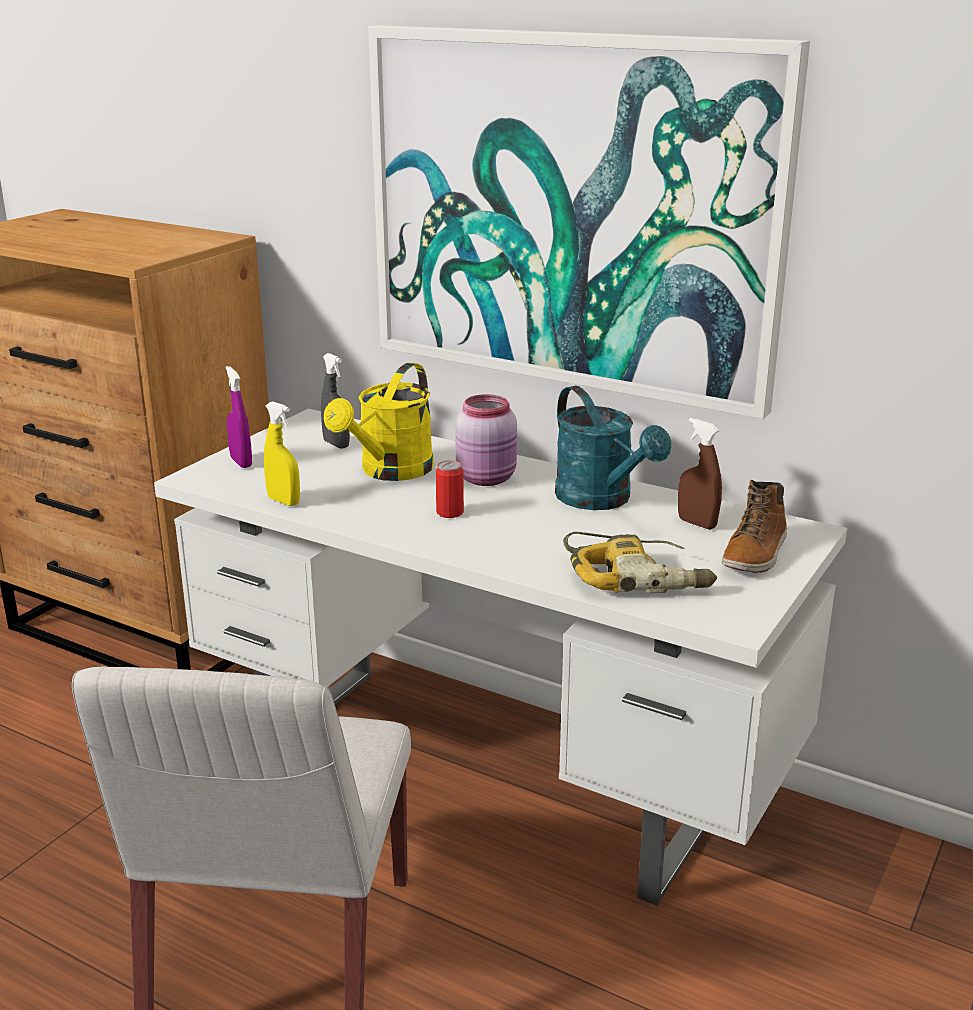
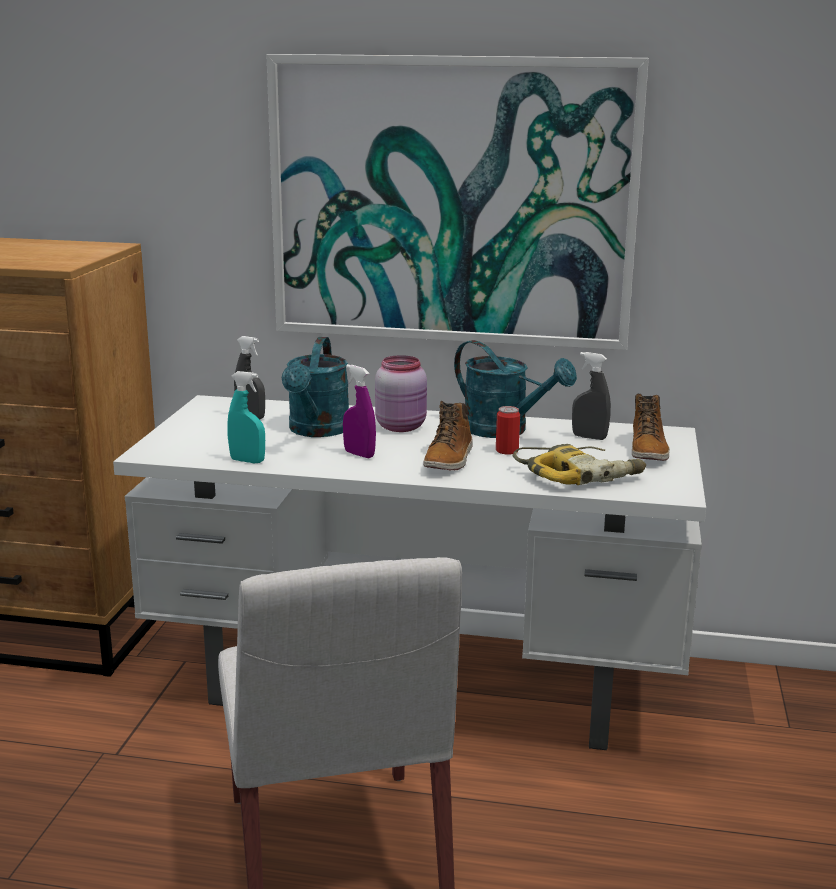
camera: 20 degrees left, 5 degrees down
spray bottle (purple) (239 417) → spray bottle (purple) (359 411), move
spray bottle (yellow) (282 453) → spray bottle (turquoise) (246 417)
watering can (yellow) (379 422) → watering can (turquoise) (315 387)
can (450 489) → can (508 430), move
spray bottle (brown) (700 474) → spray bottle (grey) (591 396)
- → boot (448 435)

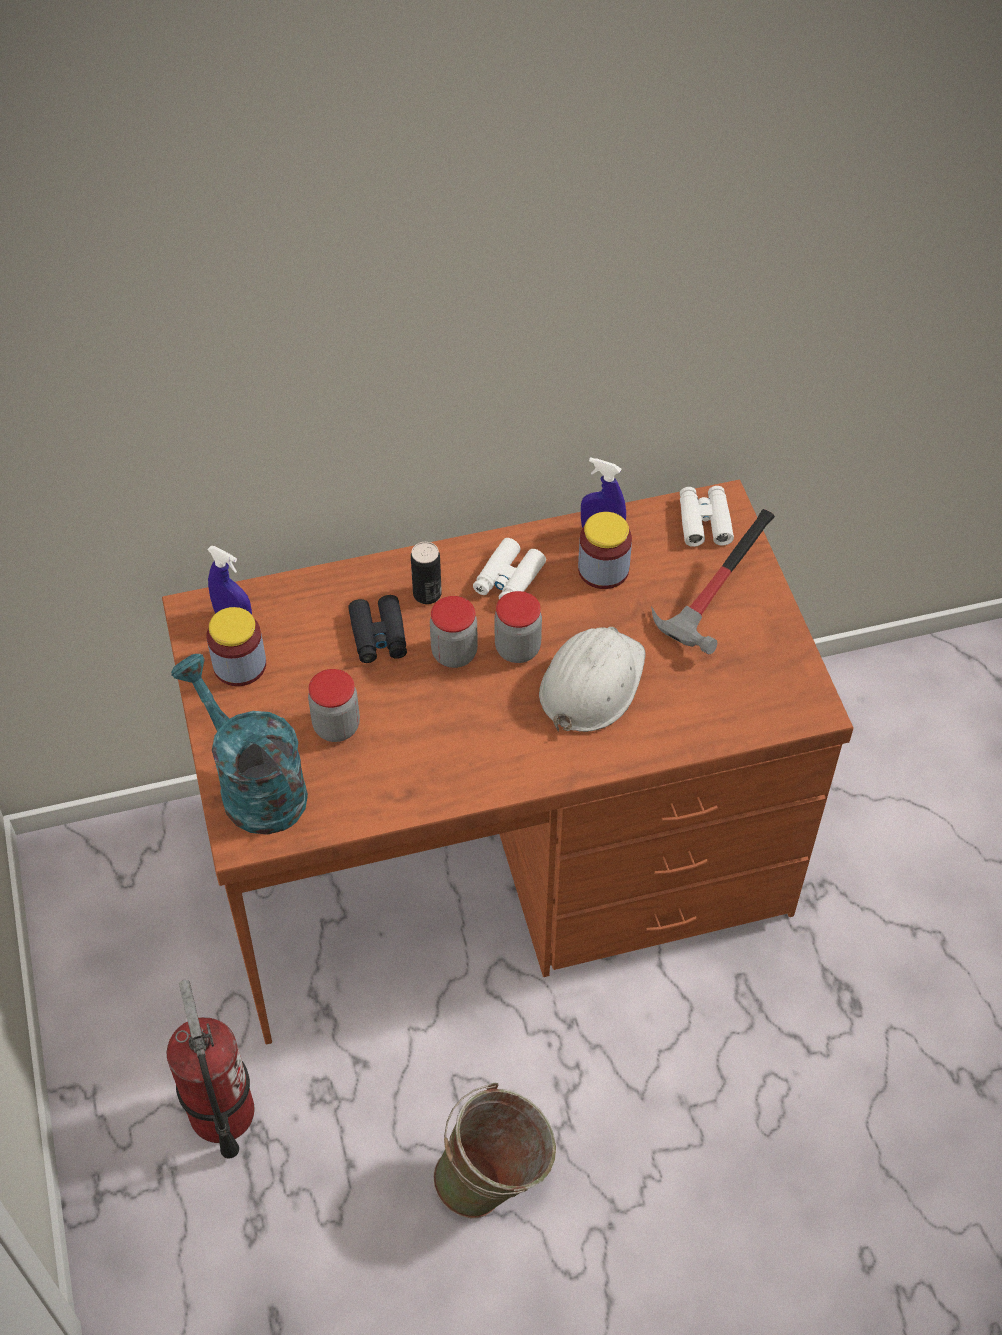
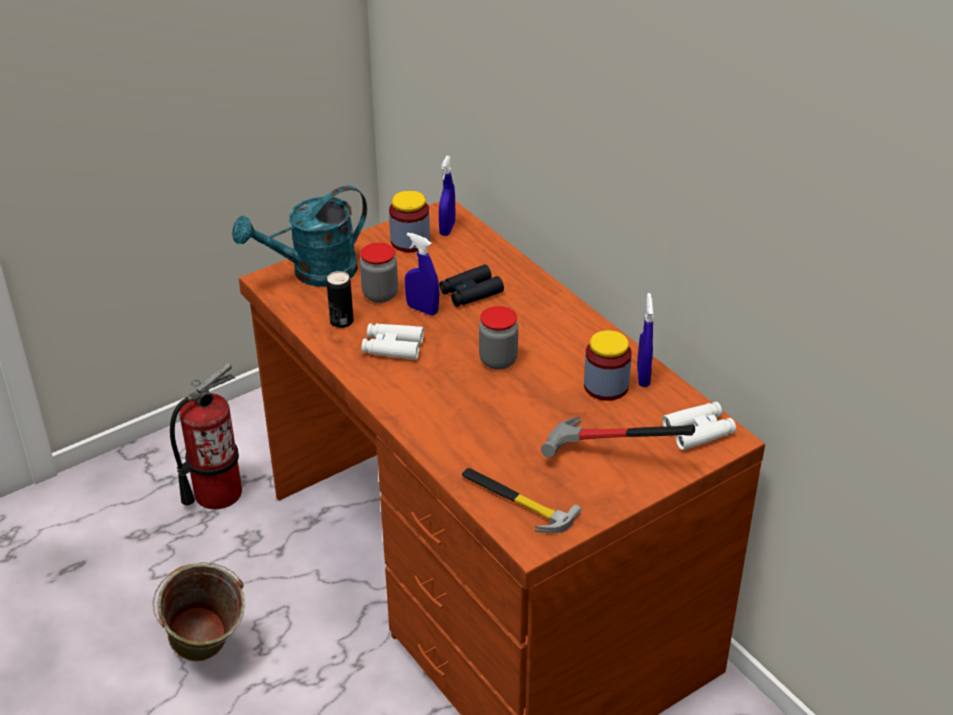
camera: 70 degrees right, 15 degrees down
watering can (turquoise) (239 744) → watering can (turquoise) (299 236), 150 degrees counterclockwise
can (426 573) → can (340 299), move
jar (454 632) → -
binoculars (white) (509 568) → binoculars (white) (392 341), move
hard hat (white) (592 679) → -
- → spray bottle (blue) (422 273)
- → hammer (521 500)

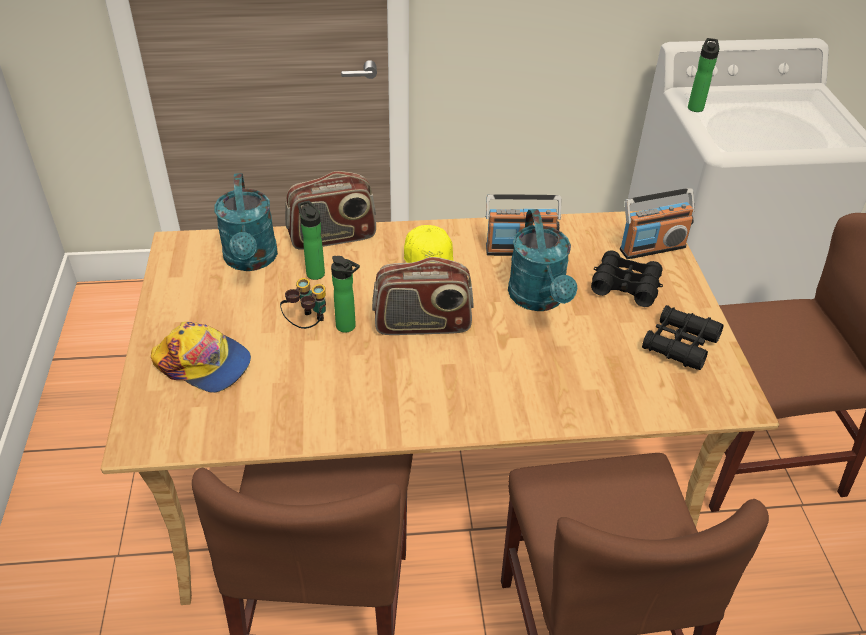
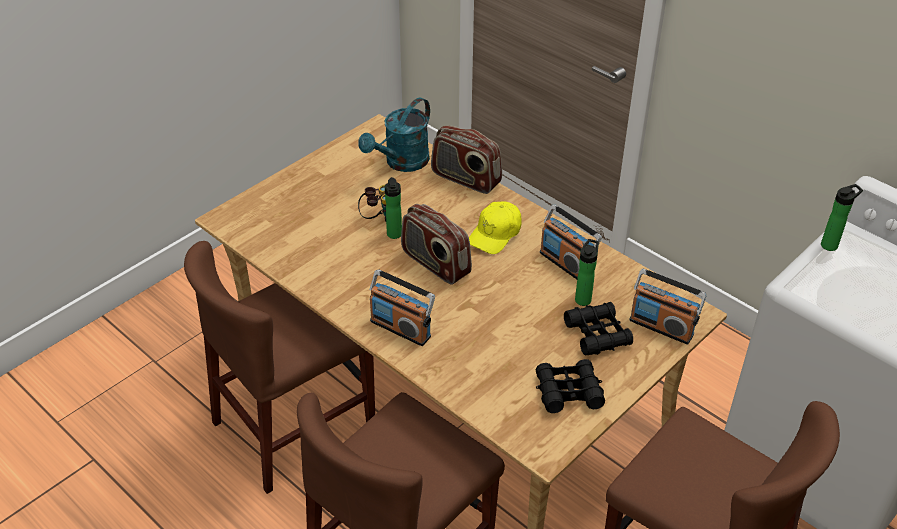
camera: 50 degrees right, 0 degrees up
cap (201 357) → -
bottle (311 240) → bottle (587 272), move
watering can (turquoise) (542 260) → -
- → radio (402 308)

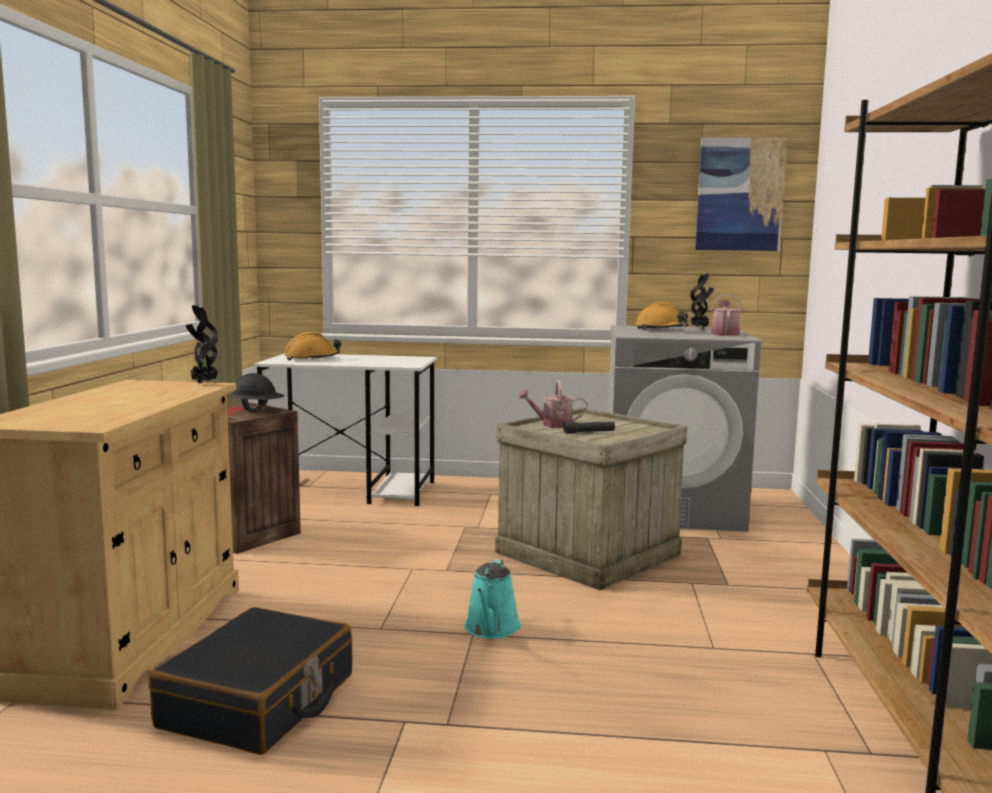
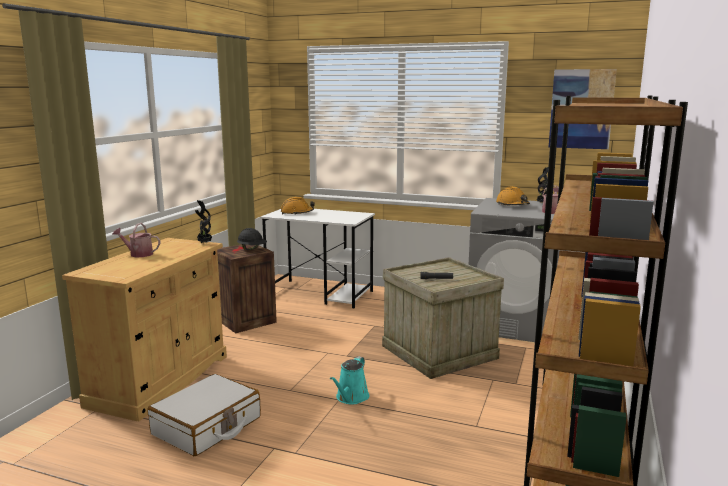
camera: 15 degrees right, 5 degrees up
suitcase (black) (251 681) → suitcase (white) (204 415)
watering can (553 404) → watering can (136 240), move

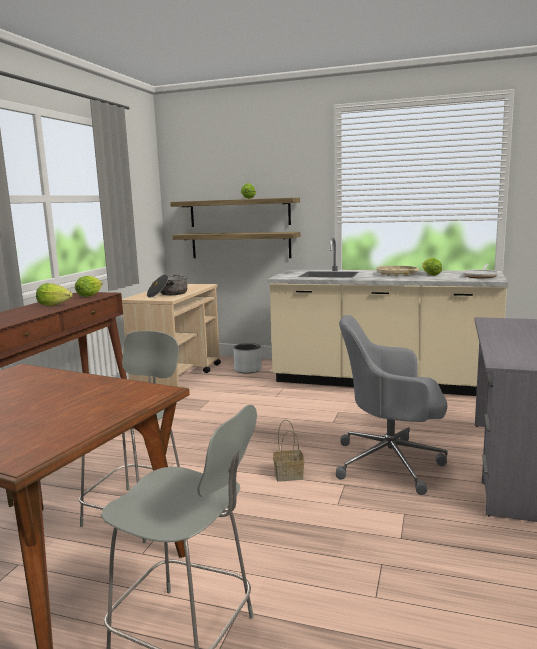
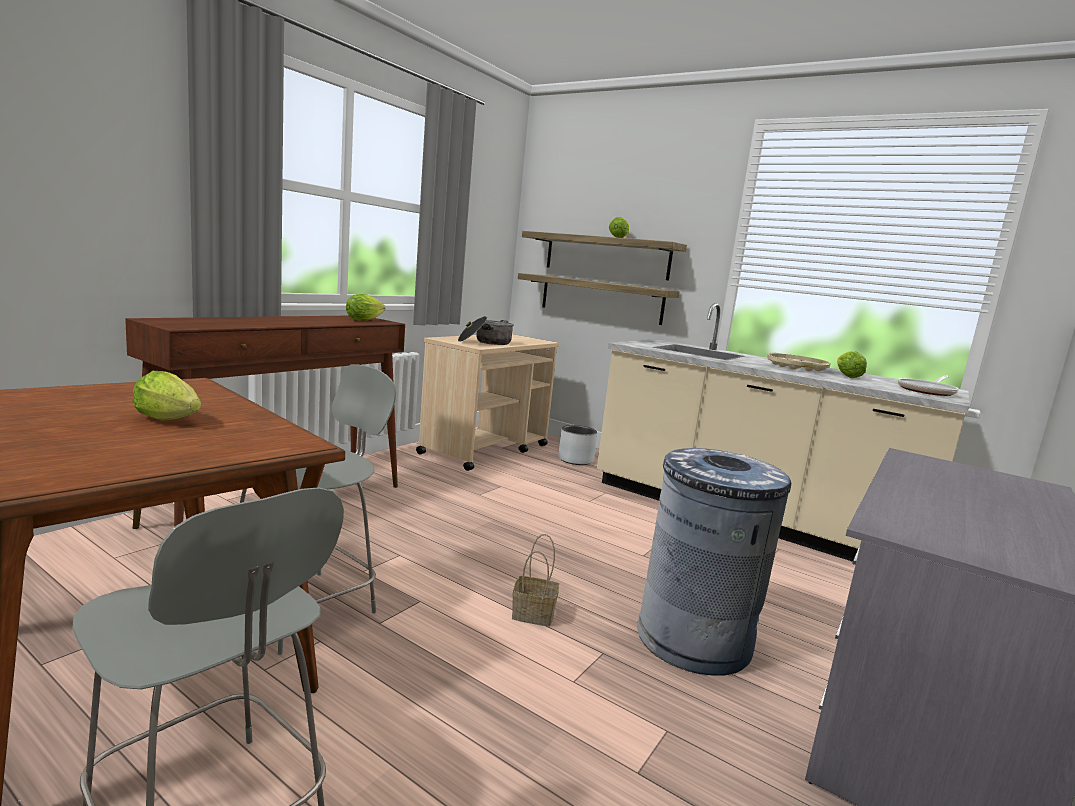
camera: 15 degrees right, 0 degrees up
lettuce (54 294) → lettuce (167 396), move
office chair (grey) (392 405) → trash can (grey) (714 562)

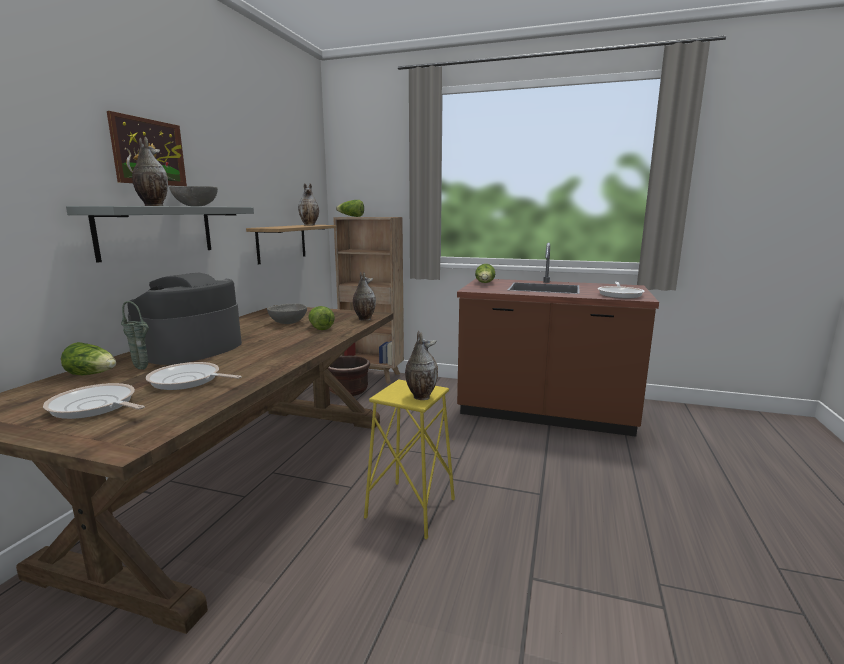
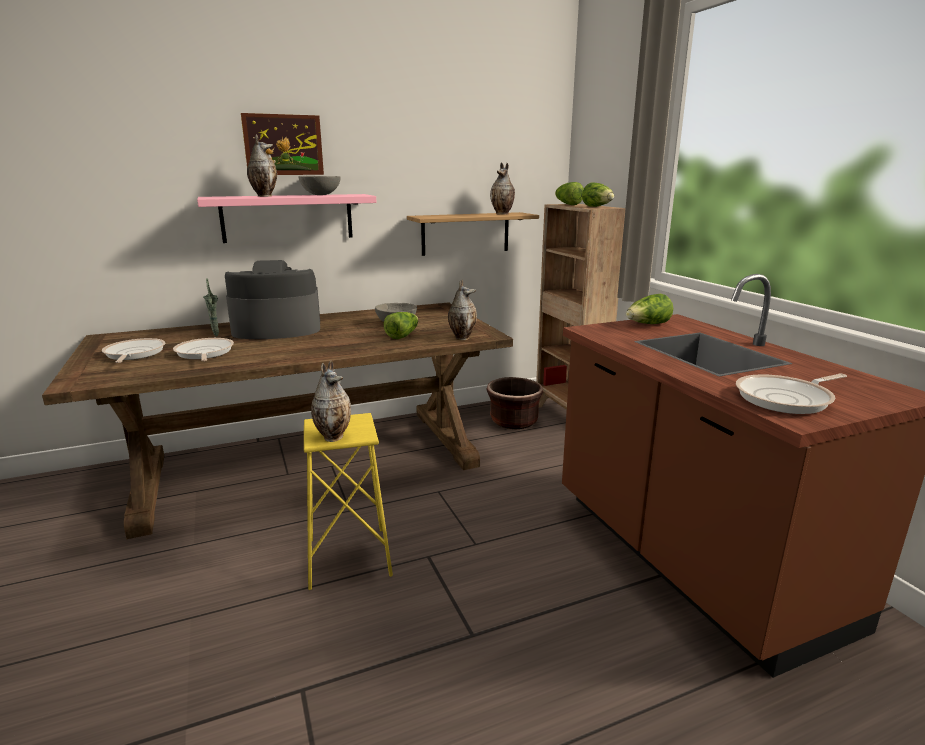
camera: 50 degrees right, 5 degrees up
lettuce (88 358) → lettuce (598 194), move
shelf (grey) (160 234) → shelf (pink) (287 218)

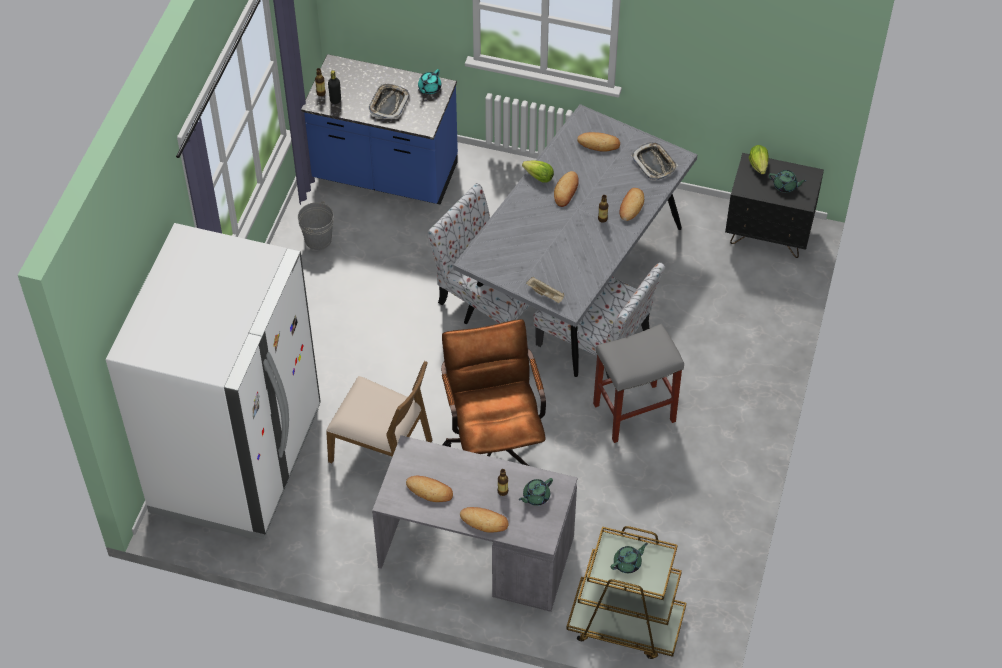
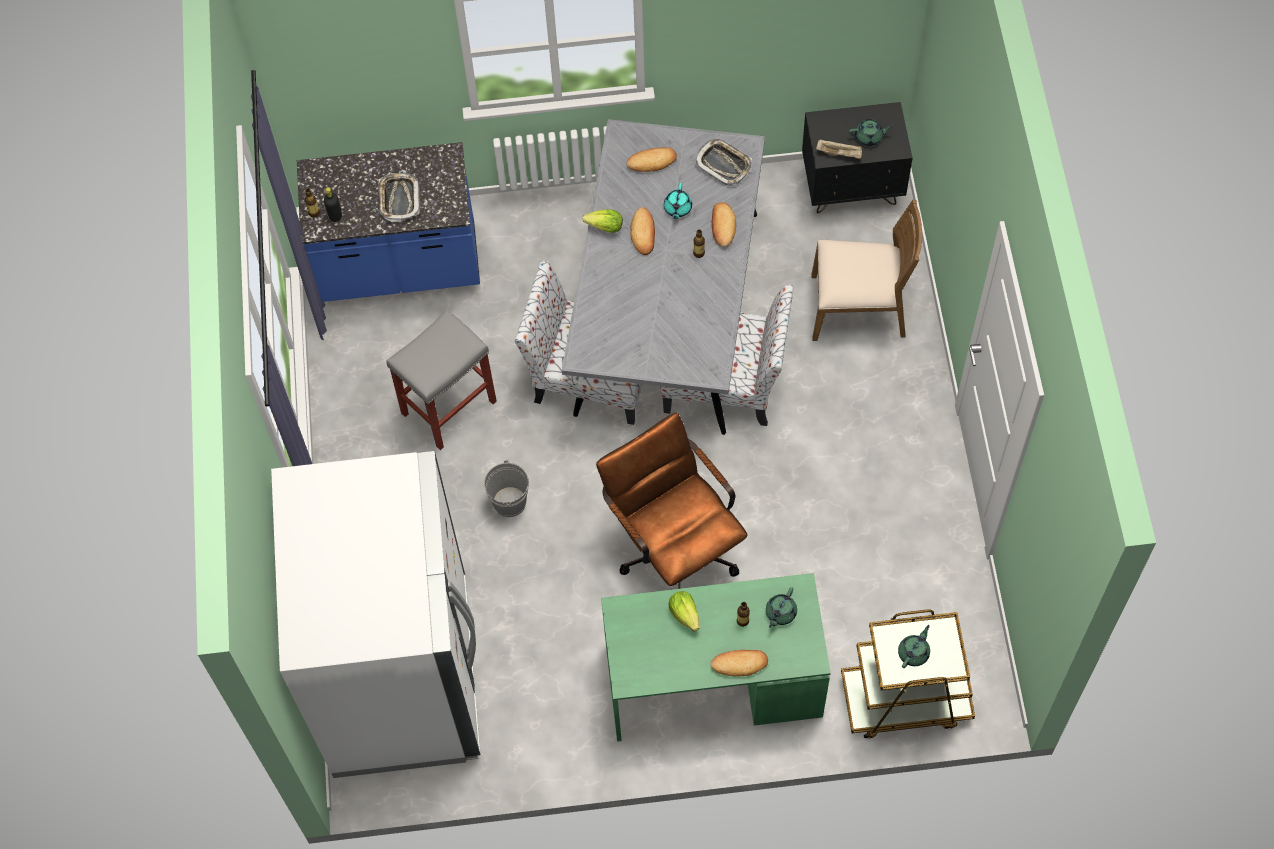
camera: 20 degrees left, 10 degrees up
bucket (grey) (316 225) → bucket (grey) (506 488), move
chair (brown) (379 412) → chair (brown) (867 270), move
desk (grey) (474 523) → desk (green) (715 657)
bread (429 489) → -
teapot (turquoise) (430 81) → teapot (turquoise) (678 201), move
tray (beige) (545 290) → tray (beige) (839 149), move
stool (grey) (638 383) → stool (grey) (441 380), move
lettuce (759 159) → lettuce (684 611), move

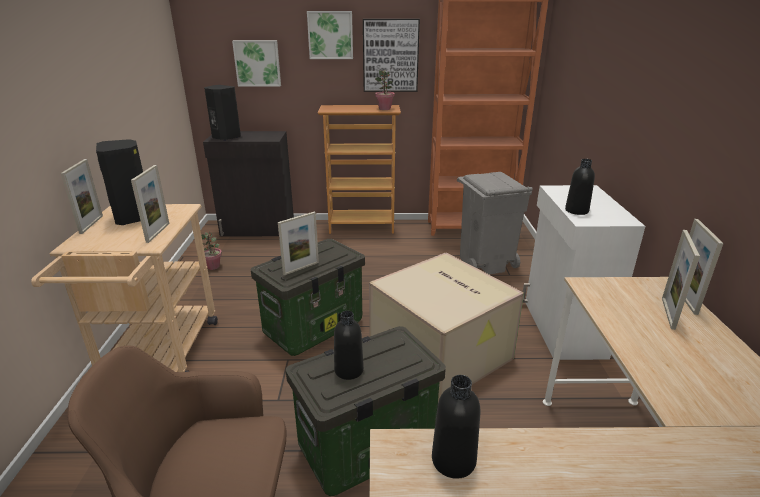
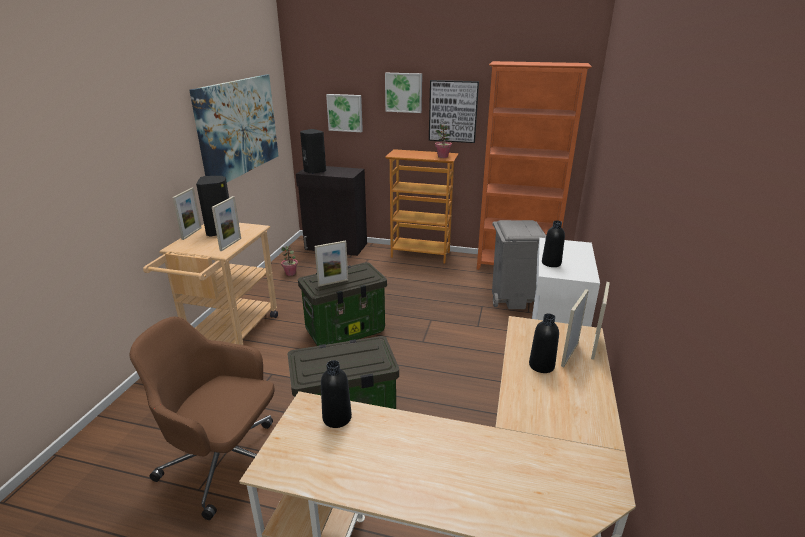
camera: 15 degrees right, 0 degrees up
bottle (black) (349 345) → bottle (black) (544 343), move
cardboard box (446 327) → -
- → picture (233 128)

